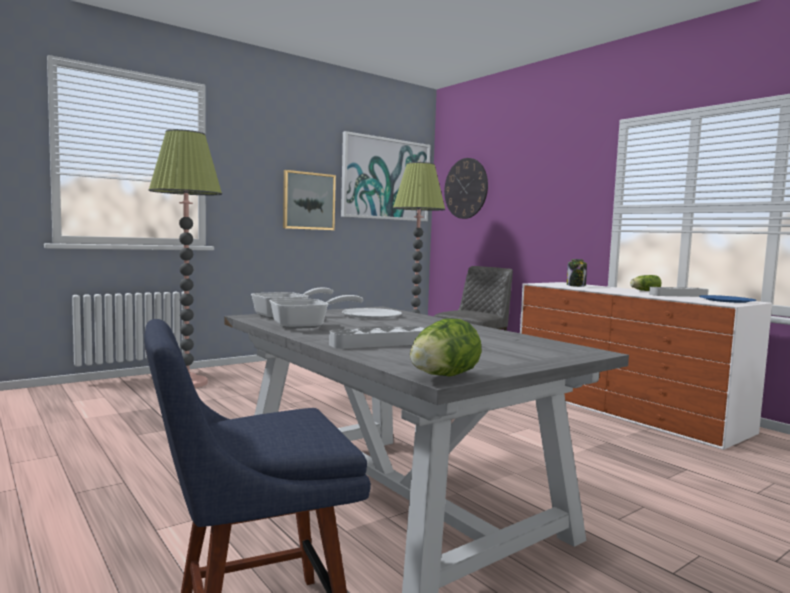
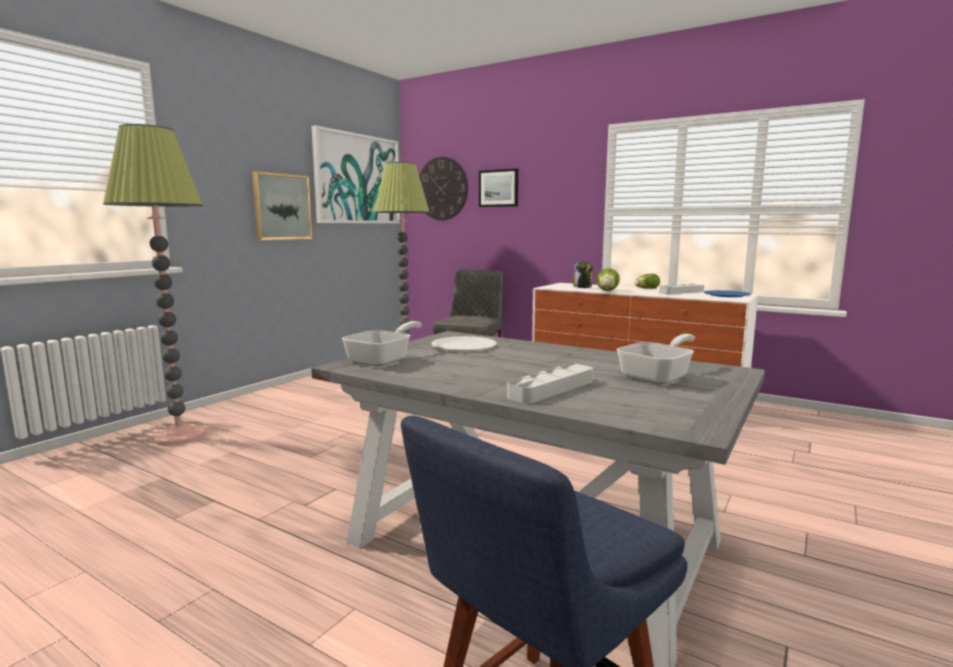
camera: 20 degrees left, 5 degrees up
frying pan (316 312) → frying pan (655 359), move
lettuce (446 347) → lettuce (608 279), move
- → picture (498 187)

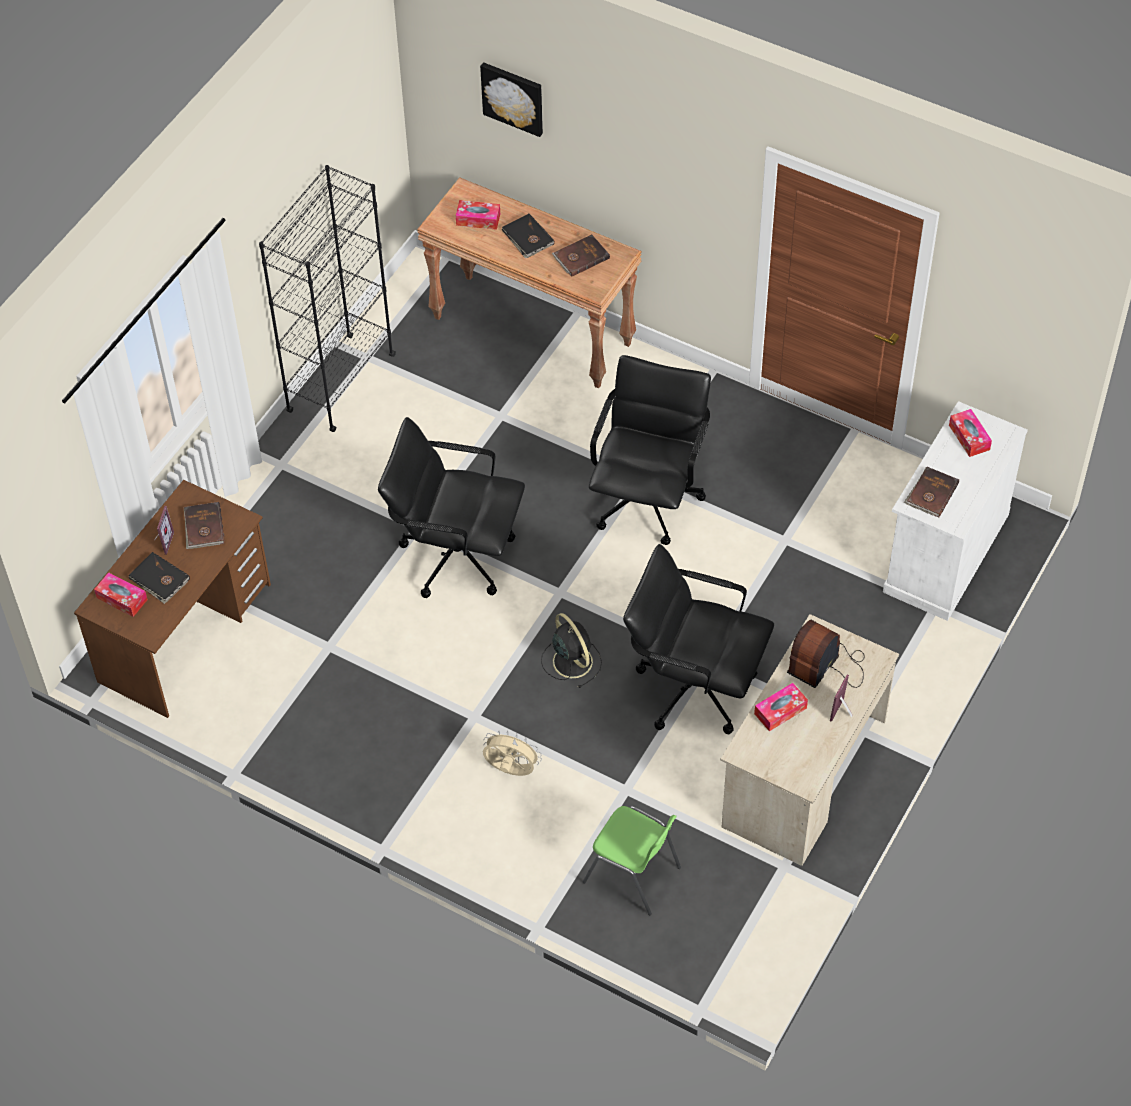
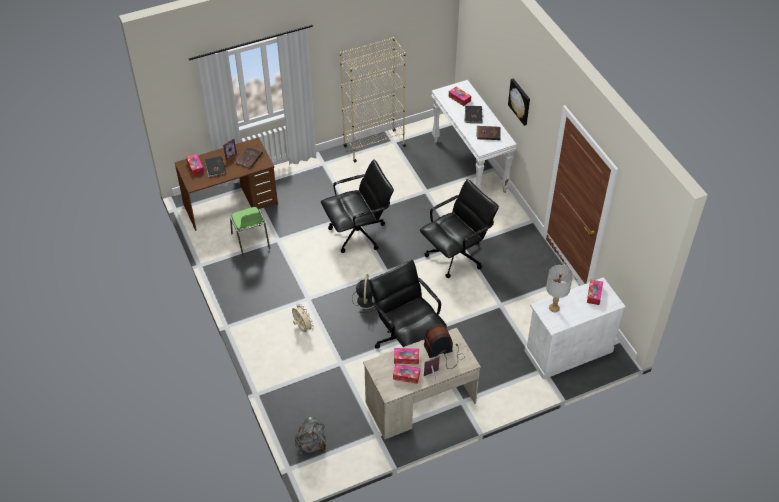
camera: 35 degrees right, 5 degrees down
bookcase (black) (327 298) → bookcase (beige) (373 99)
office chair (black) (451 507) → office chair (black) (357 206), 105 degrees clockwise
console table (brown) (529 282) → console table (white) (474 136)
picture (511 99) → picture (519 102), move
chair (green) (631 860) → chair (green) (250 232), move
book (brown) (931 492) → table lamp (grey) (559 288)
- → backpack (grey) (310 434)
- → tissue box (406 374)

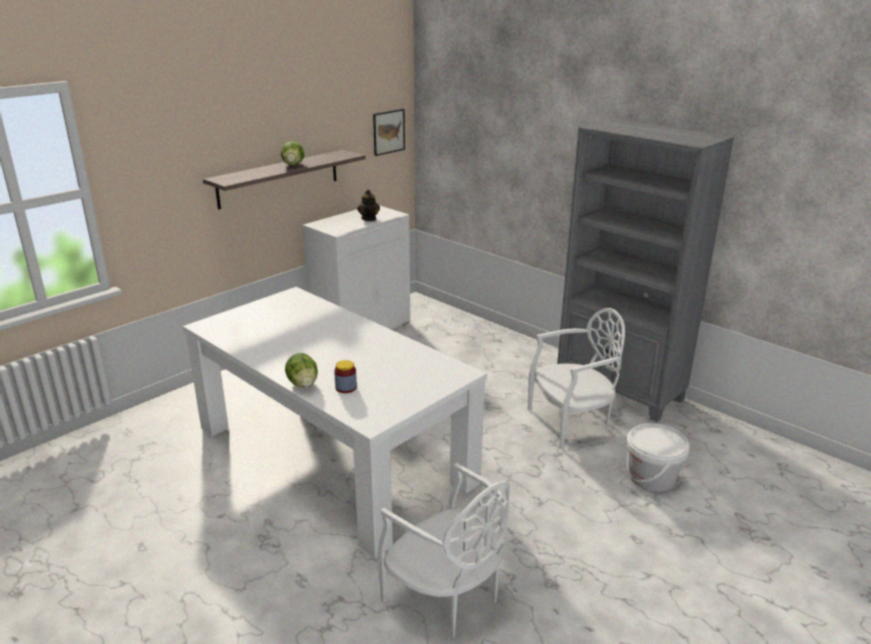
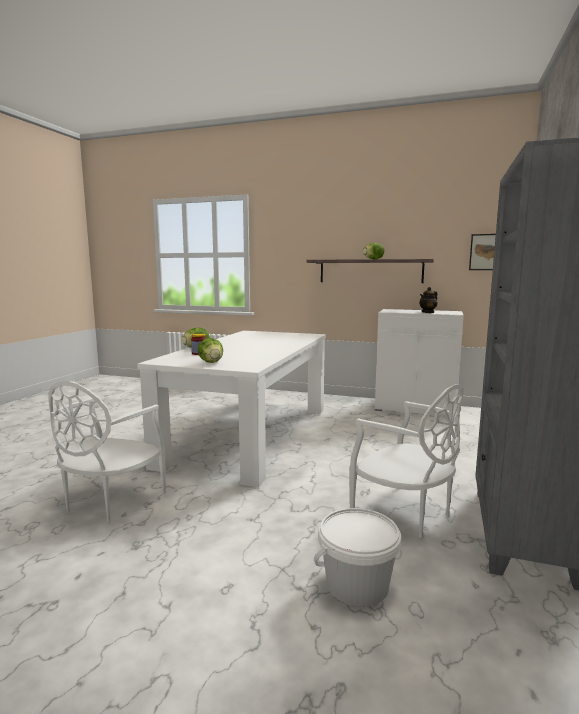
camera: 65 degrees right, 15 degrees down
- → lettuce (210 350)

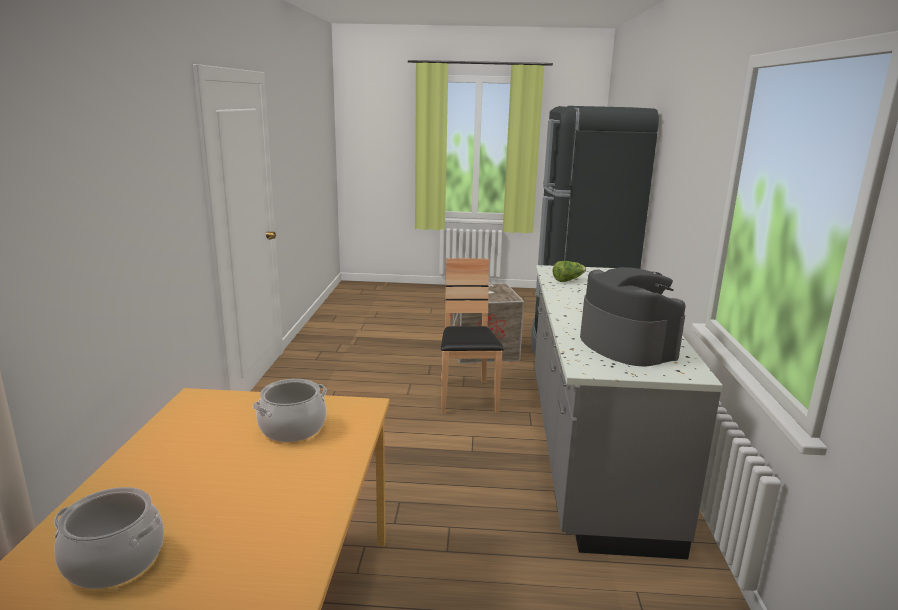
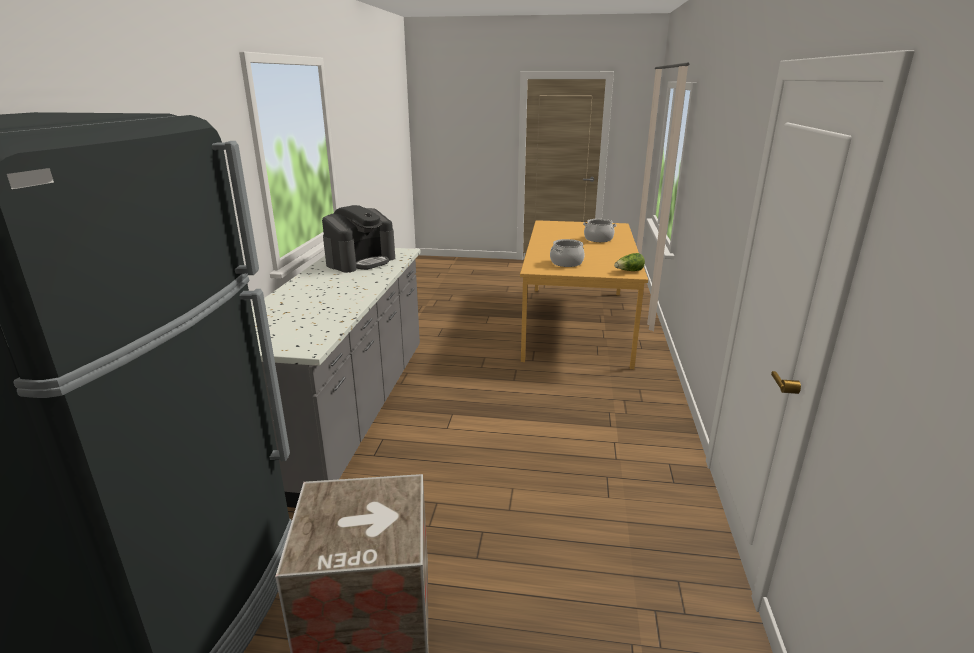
camera: 175 degrees left, 5 degrees up
chair (brown) (472 336) → -
lettuce (569 271) → lettuce (629 262), move
coffee machine (633 317) → coffee machine (358 238), 120 degrees counterclockwise

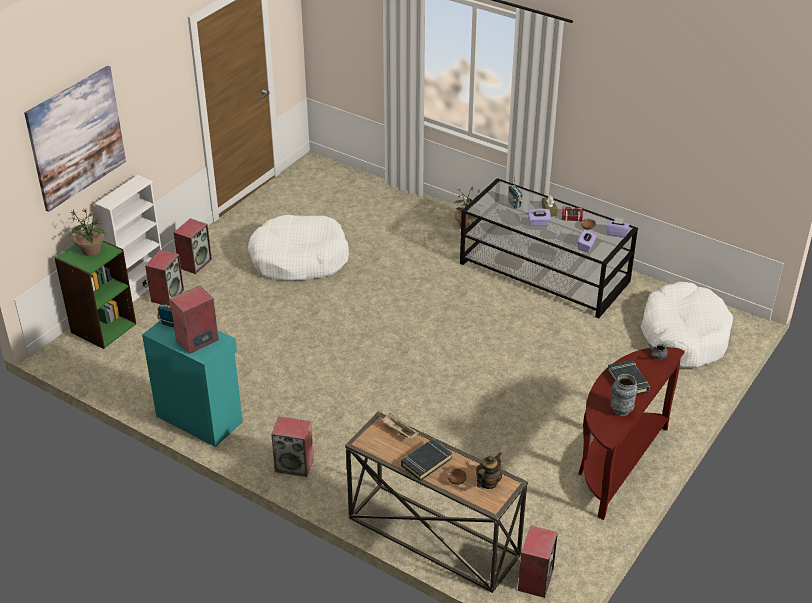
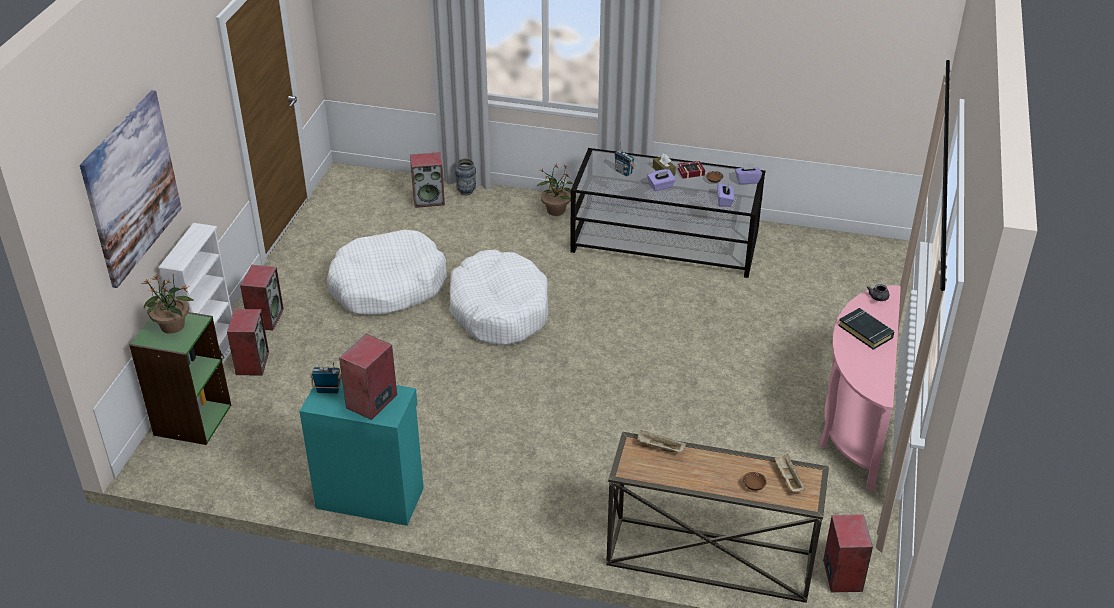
camera: 20 degrees left, 0 degrees up
speaker (292 447) → speaker (427 180), move
book (black) (426 460) → -
teapot (489 470) → tray (beige) (789 473)
console table (brown) (631 433) → console table (pink) (860 387)
vase (624 395) → vase (465 176), move
dog bed (white) (687 324) → dog bed (white) (499 298), move

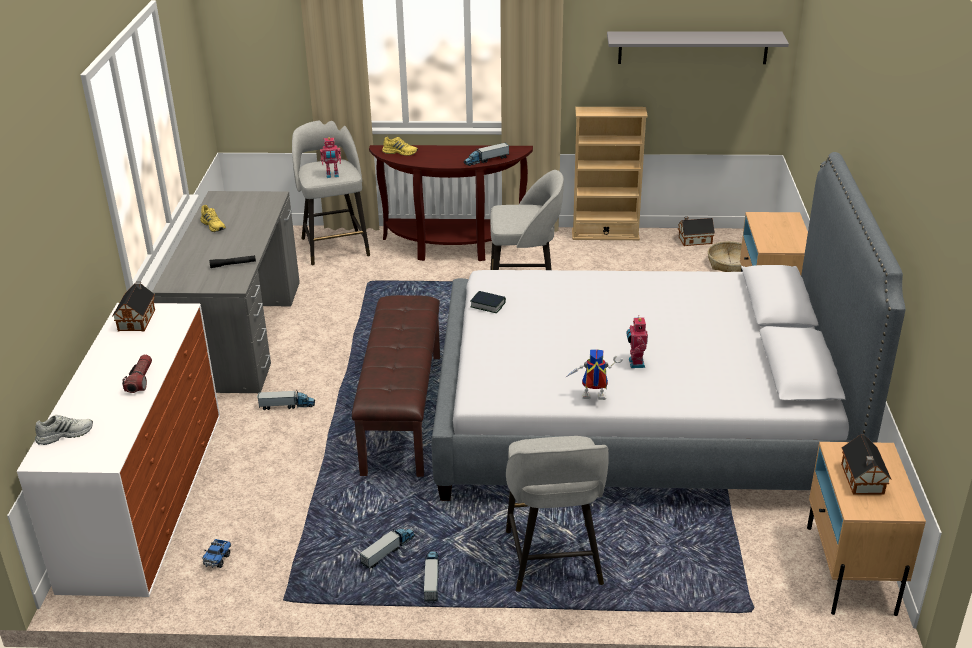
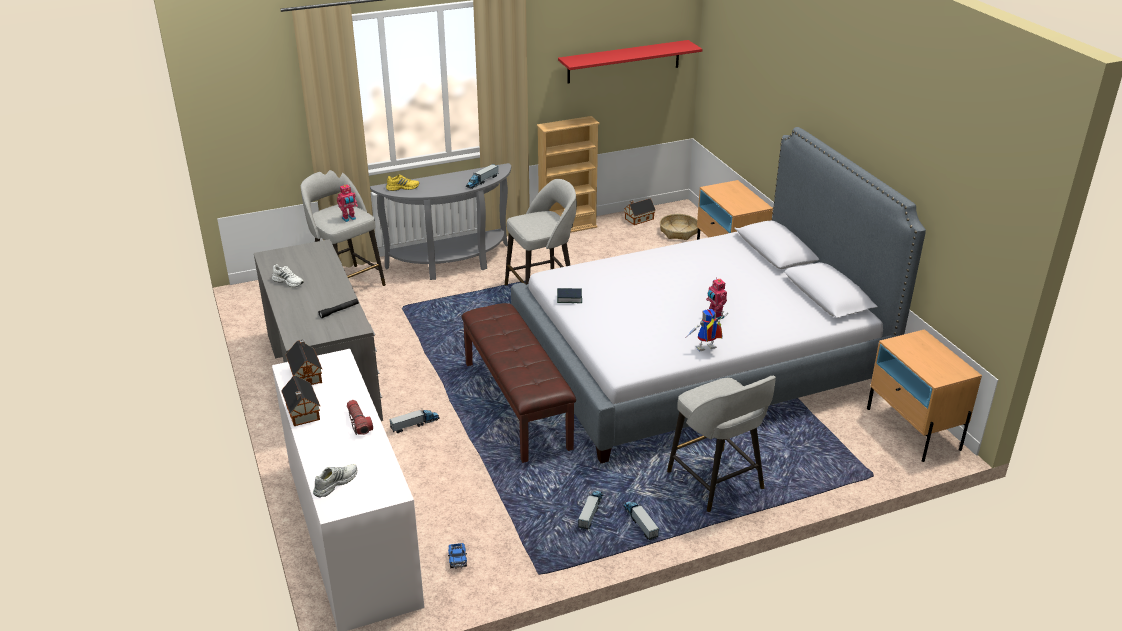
camera: 25 degrees left, 0 degrees up
shoe (yellow) (213 218) → shoe (white) (288 275)
console table (brown) (451 203) → console table (grey) (440 221)
shelf (grey) (698 47) → shelf (red) (630 61)
toy house (866 464) → toy house (301 401), move

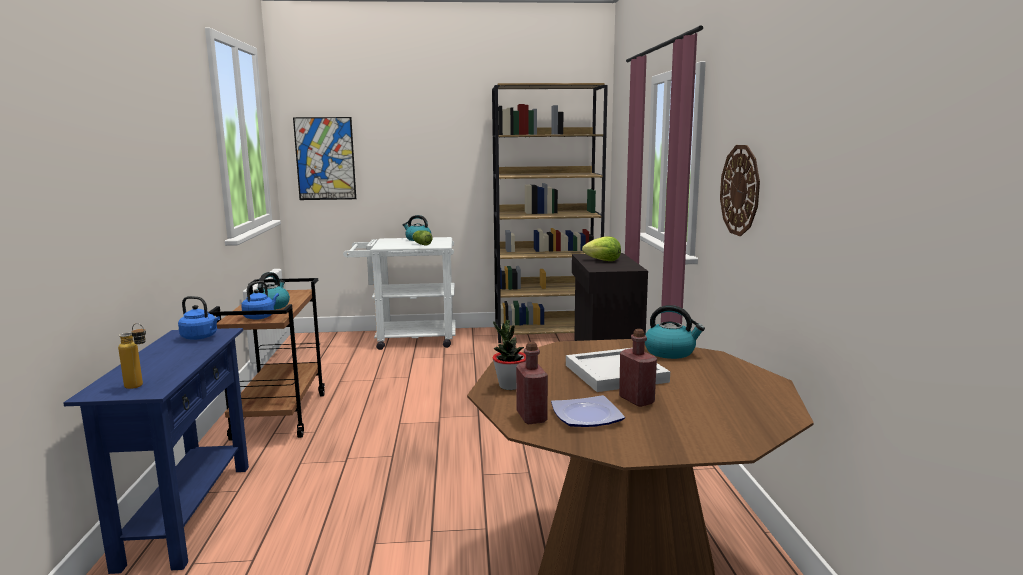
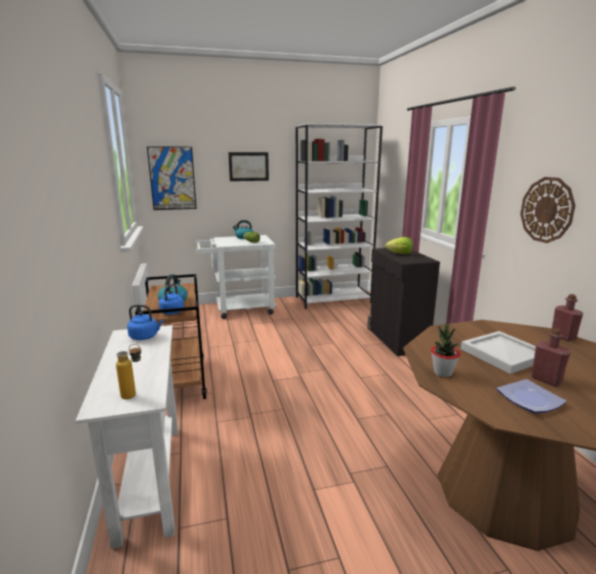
camera: 10 degrees left, 5 degrees up
console table (blue) (156 451) → console table (white) (126 437)
bookcase (brown) (550 213) → bookcase (white) (339 216)
bottle (red) (532 383) → bottle (red) (567 317), move
kettle (675 332) → -
- → picture (248 166)

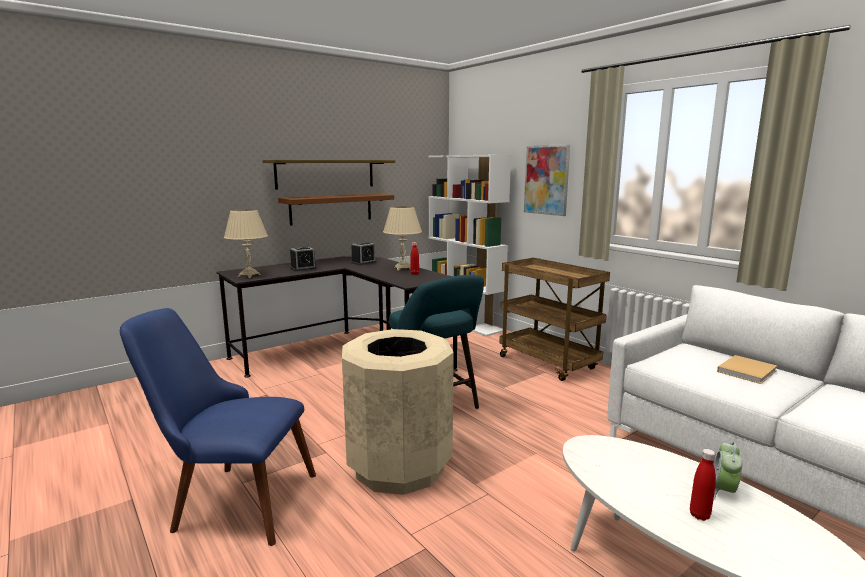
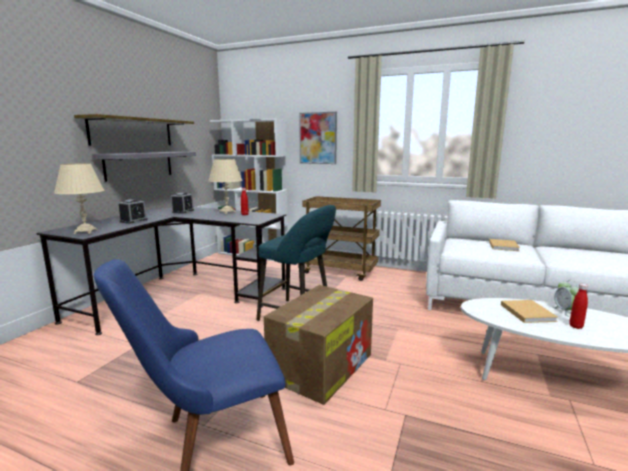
camera: 30 degrees left, 0 degrees up
shelf (brown) (336 210) → shelf (grey) (144 167)
trash can (beige) (398 412) → cardboard box (318 345)
- → book (beige) (529 311)

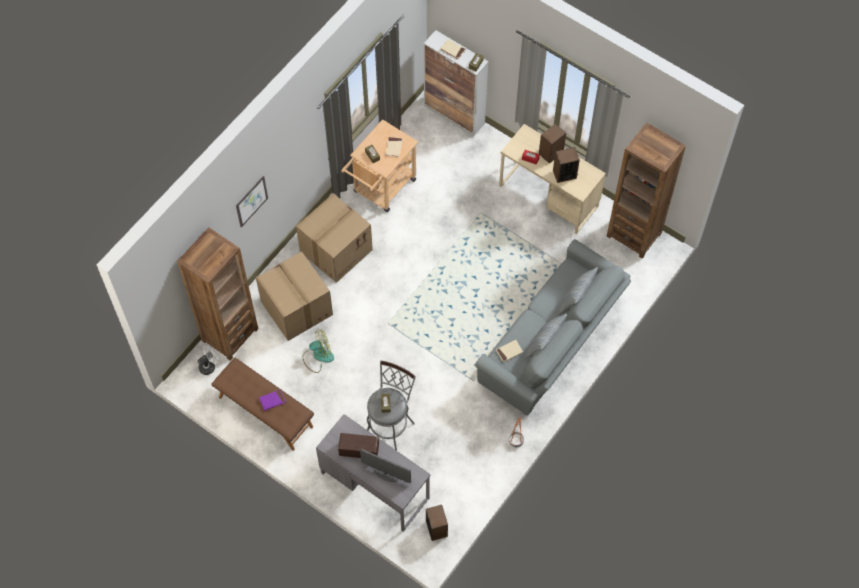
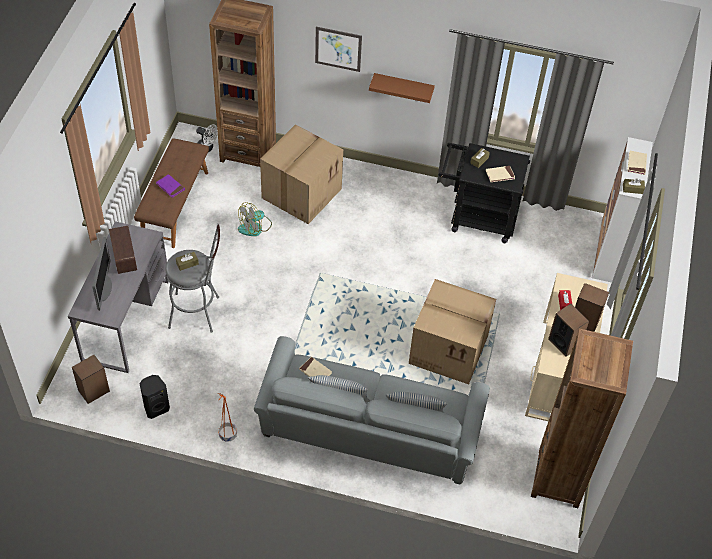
camera: 65 degrees right, 10 degrees down
cardboard box (334 238) → cardboard box (452 331), move
fan (318 350) → fan (255 219), 90 degrees clockwise
cart (beige) (379 165) → cart (black) (484 193)
- → speaker (black) (155 397)
- → shelf (brown) (402 88)

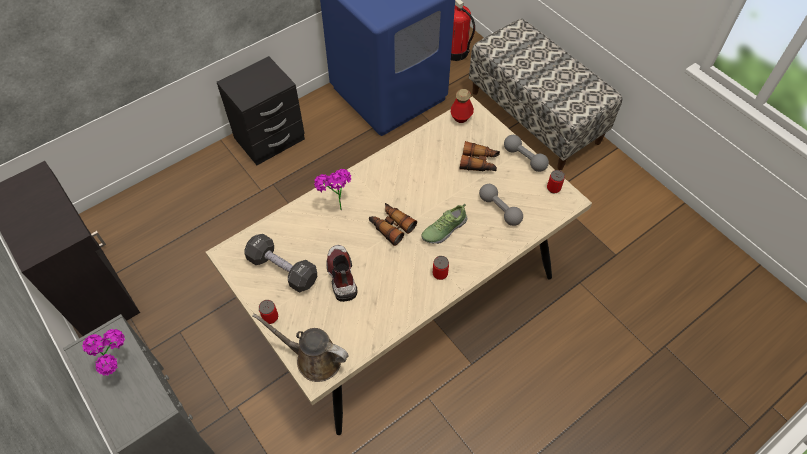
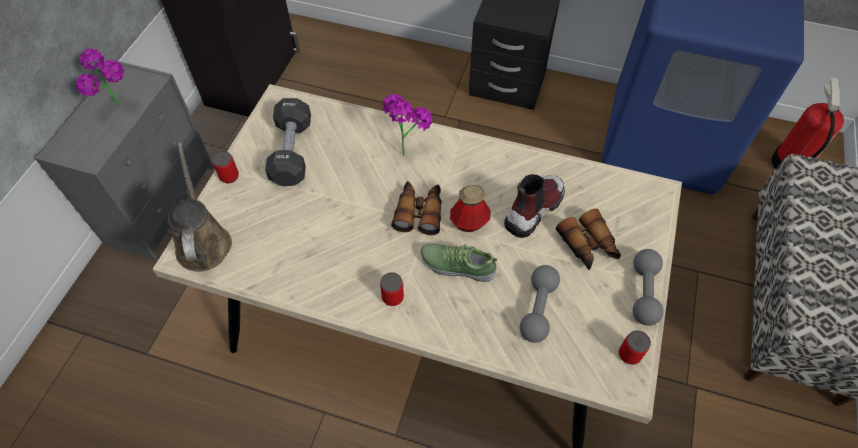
camera: 55 degrees right, 0 degrees up
boot (342 273) → boot (534 206), move
bottle (462 106) → bottle (470 208), move

